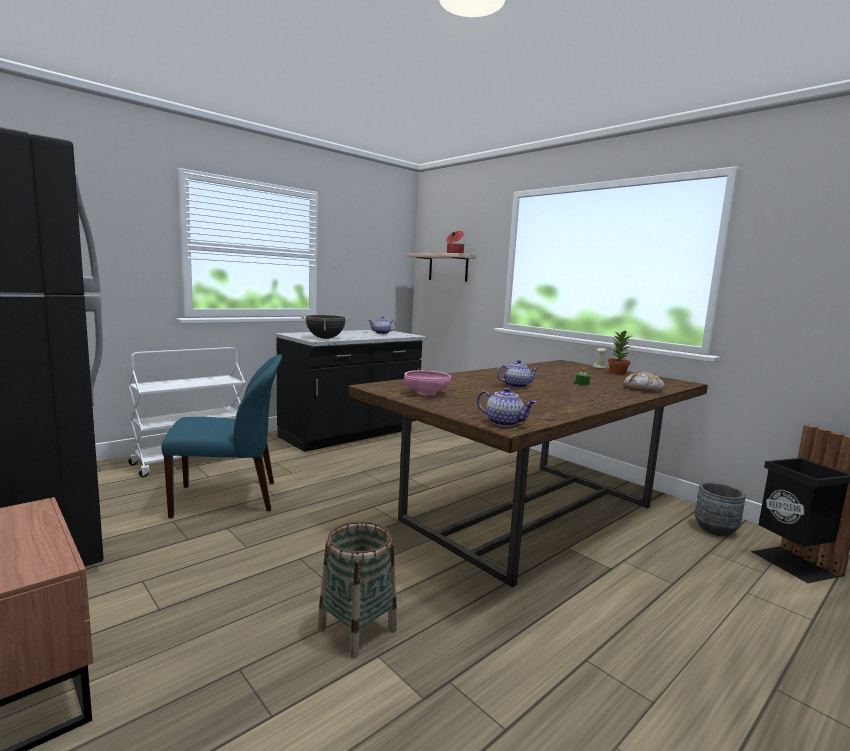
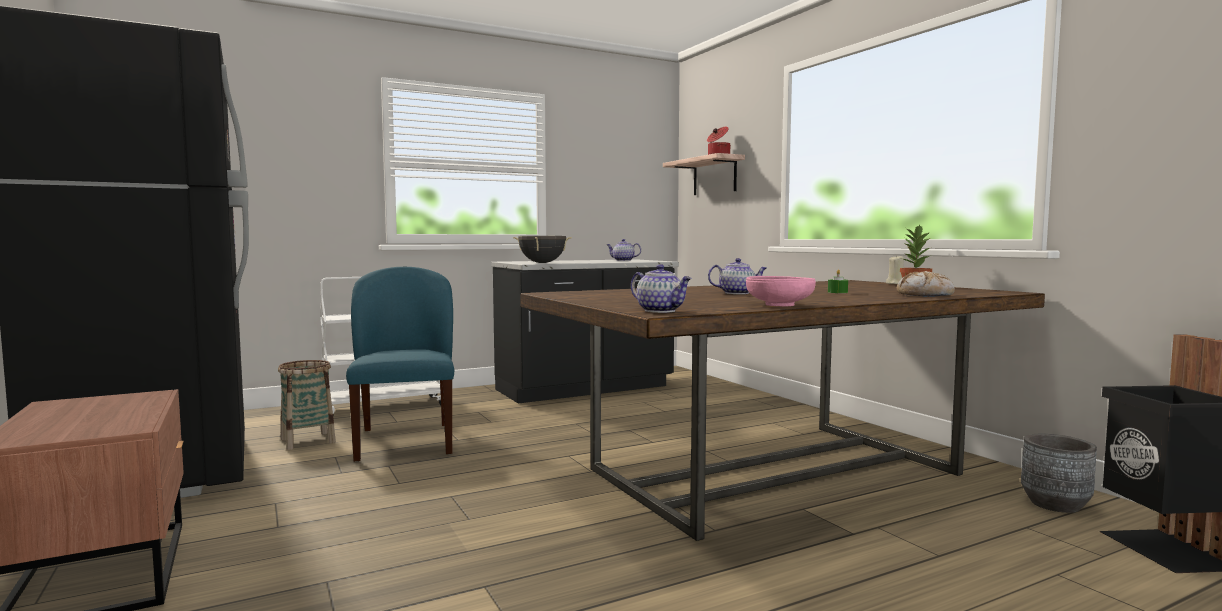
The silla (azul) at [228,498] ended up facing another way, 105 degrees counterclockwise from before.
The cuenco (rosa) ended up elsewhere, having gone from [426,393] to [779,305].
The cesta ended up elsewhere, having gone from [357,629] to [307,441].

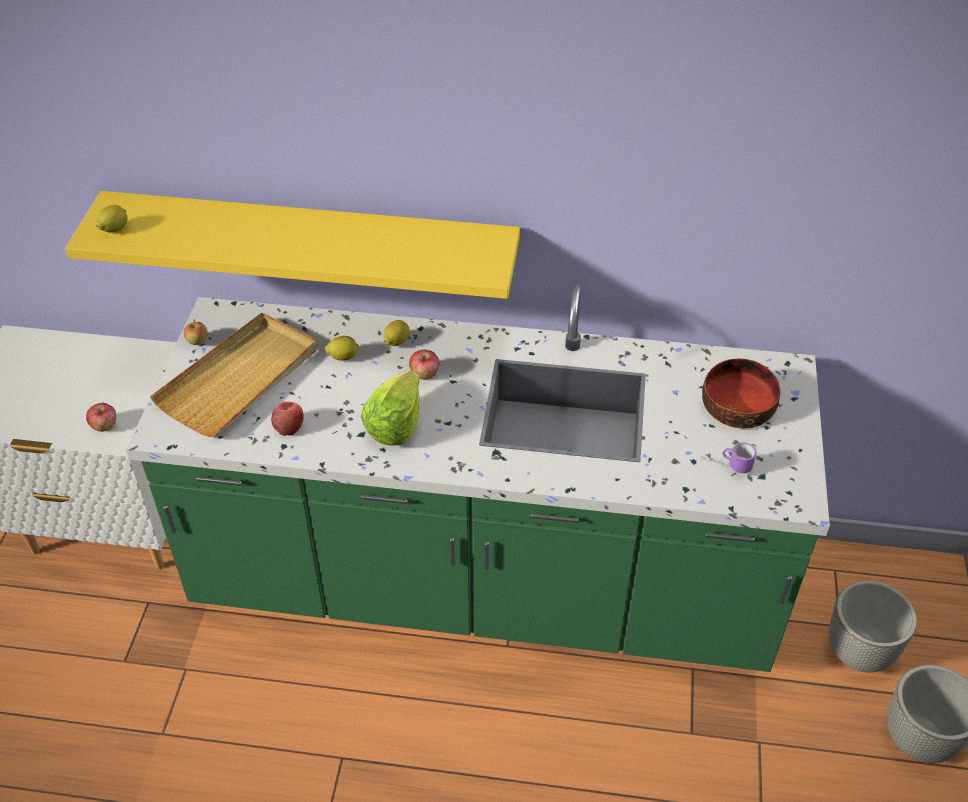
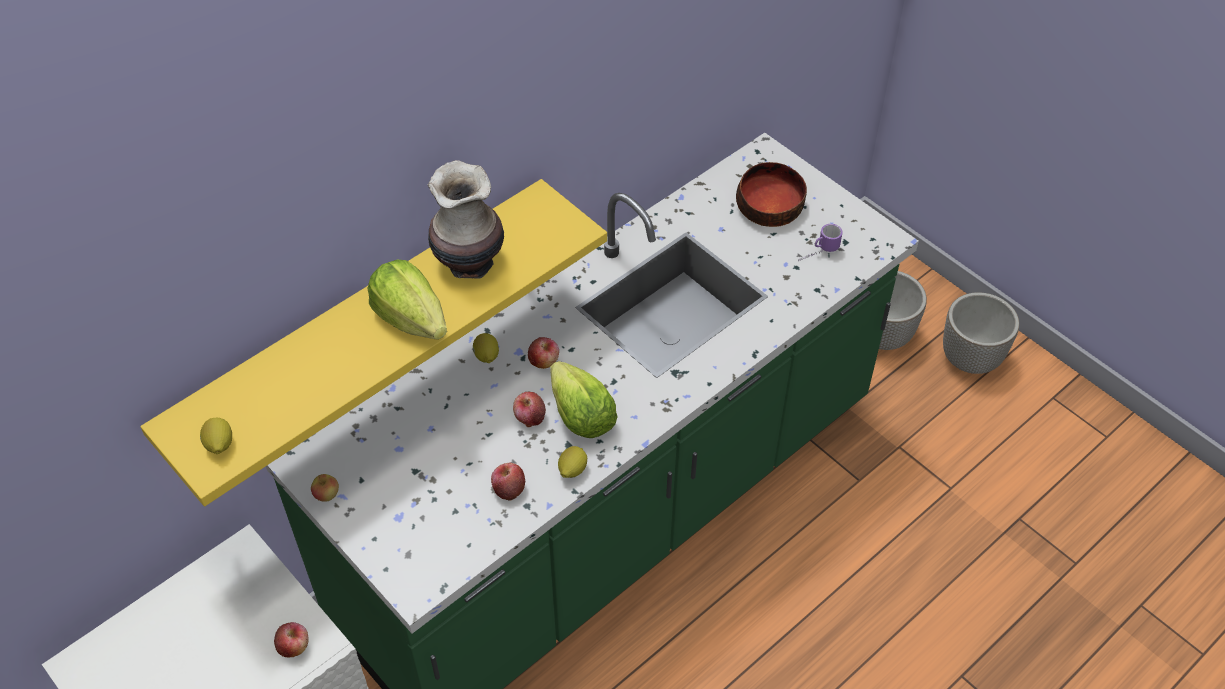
The second view lost the bandeja (beis) at [240,378].
The limón ended up elsewhere, having gone from [343,357] to [572,470].
The second view gained the florero at [469,263].
The second view gained the lechuga at [411,319].
The second view gained the manzana at [530,417].

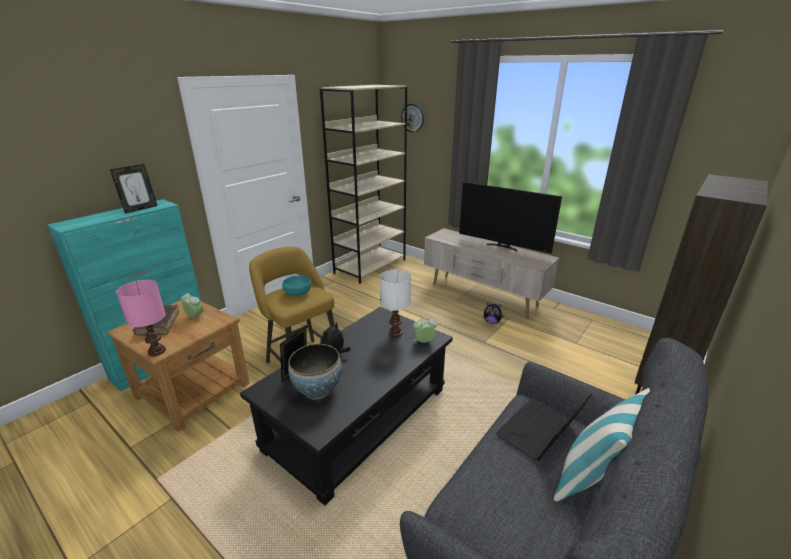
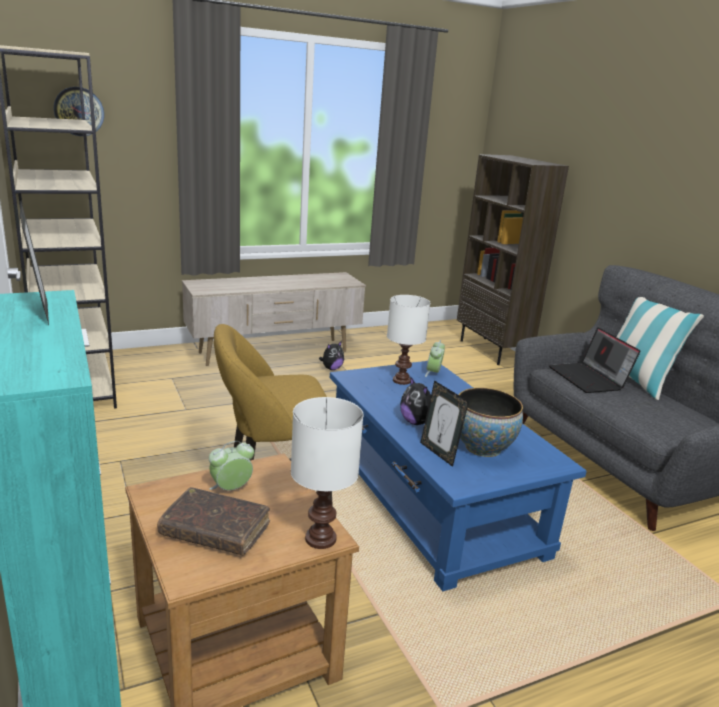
The second view lost the televisor at [503,247].
The second view lost the cuenco (turquesa) at [298,292].
What was the lámpara de mesa (rosa) at [156,351] turned into the lámpara de mesa (blanco) at [322,539].
What was the mesa de centro (negro) at [358,418] turned into the mesa de centro (azul) at [431,500].

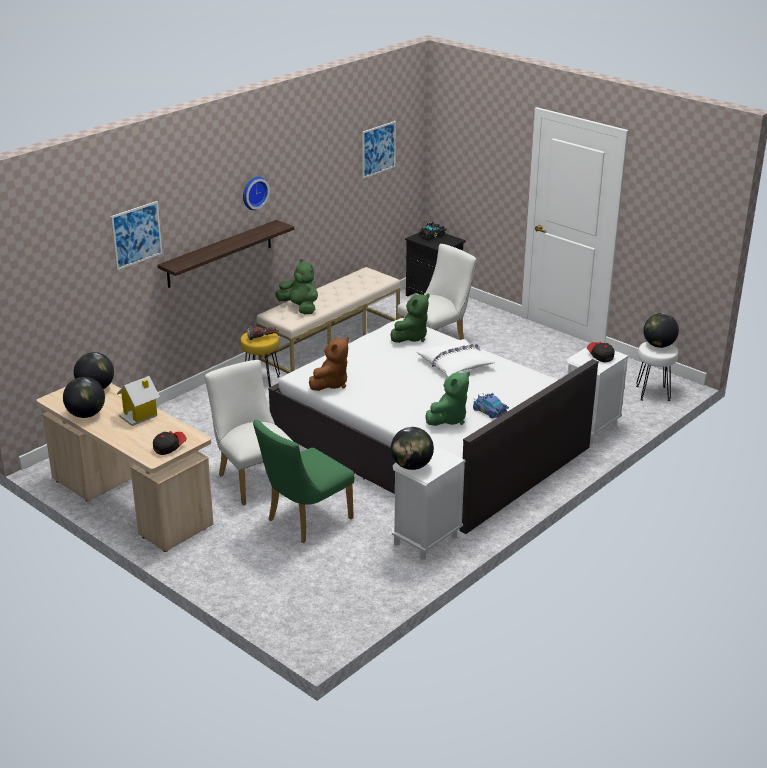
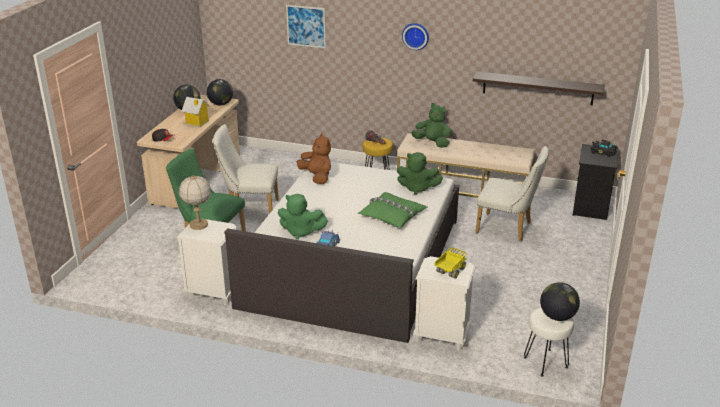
The second view lost the cuadro at [378,149].
The estante ended up elsewhere, having gone from [220,254] to [538,88].
The peluche (verde) at [300,308] ended up facing another way, 75 degrees counterclockwise from before.
The peluche (marrón) at [331,384] ended up facing another way, 135 degrees counterclockwise from before.
What was the cojín (blanco) at [455,364] turned into the cojín (verde) at [392,216].
Where the gorra stood at [600,356], the camión de juguete came to stand at [450,271].
The silla (blanco) at [252,479] ended up facing another way, 120 degrees counterclockwise from before.
Where the globo terráqueo stood at [411,466], the lámpara de mesa came to stand at [198,225].

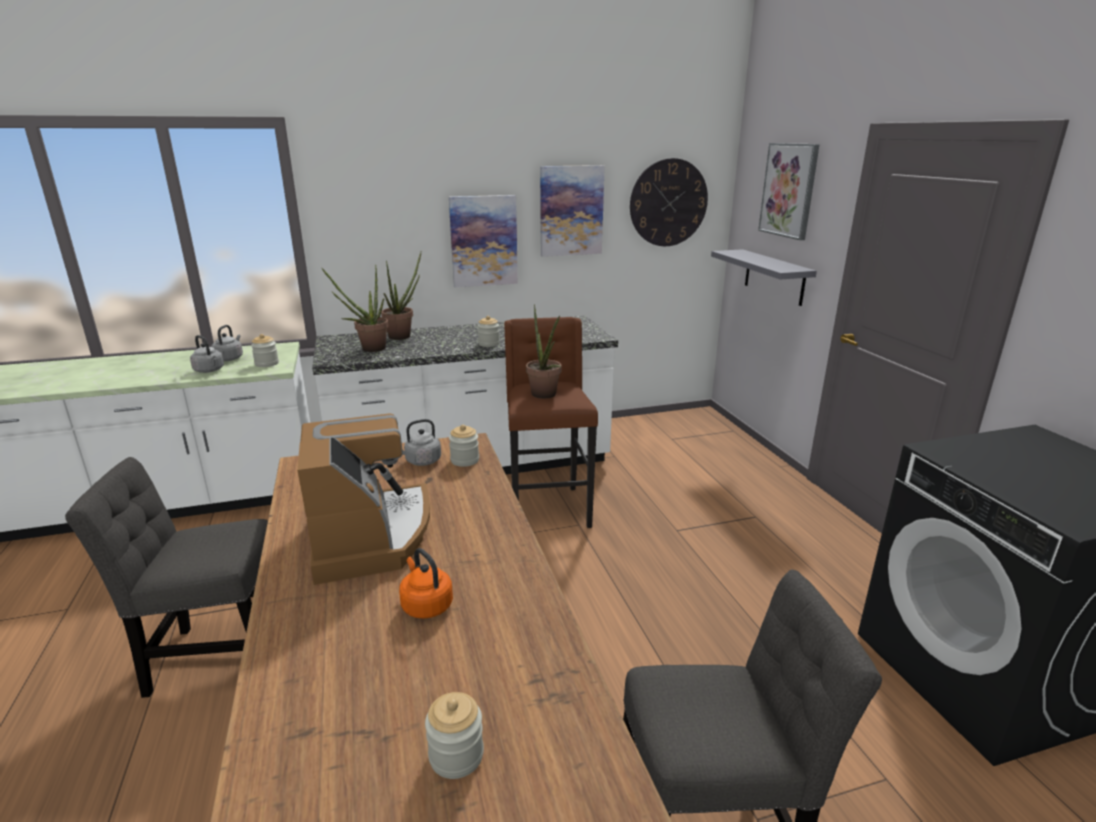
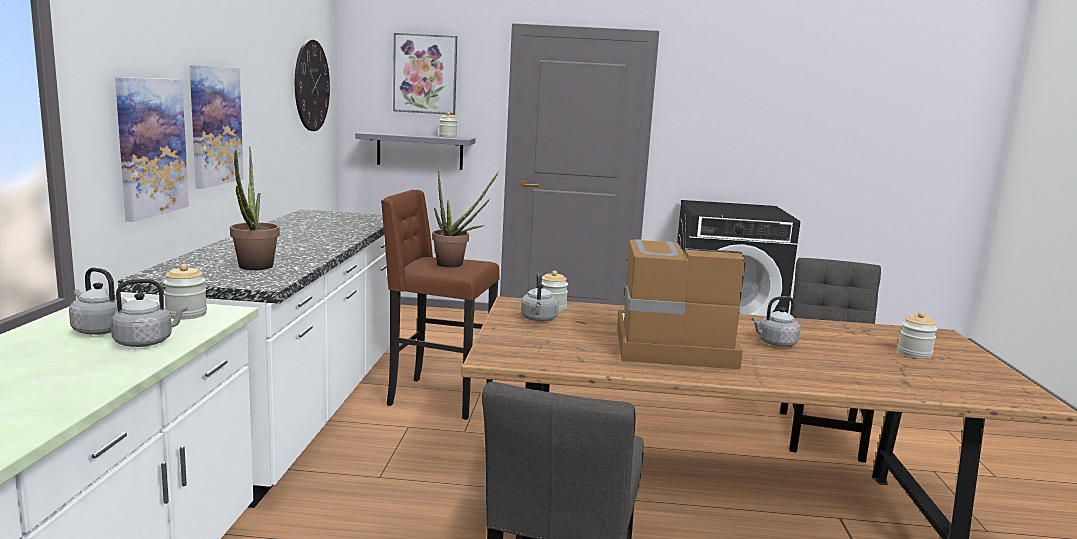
The cuadro ended up elsewhere, having gone from [571,211] to [151,147].
The second view lost the planta en maceta at [403,335].
The tarro ended up elsewhere, having gone from [489,344] to [447,137].
What was the hervidor (naranja) at [426,605] turned into the hervidor (gris) at [775,344].

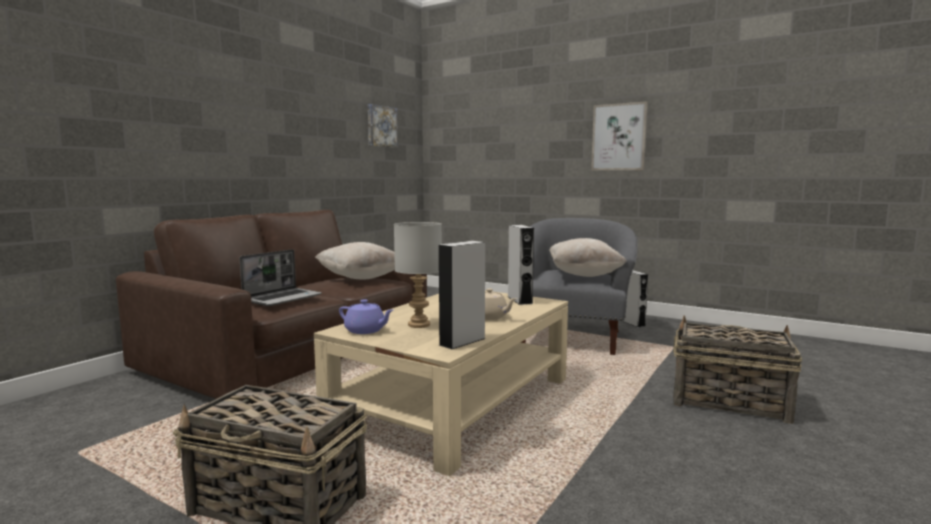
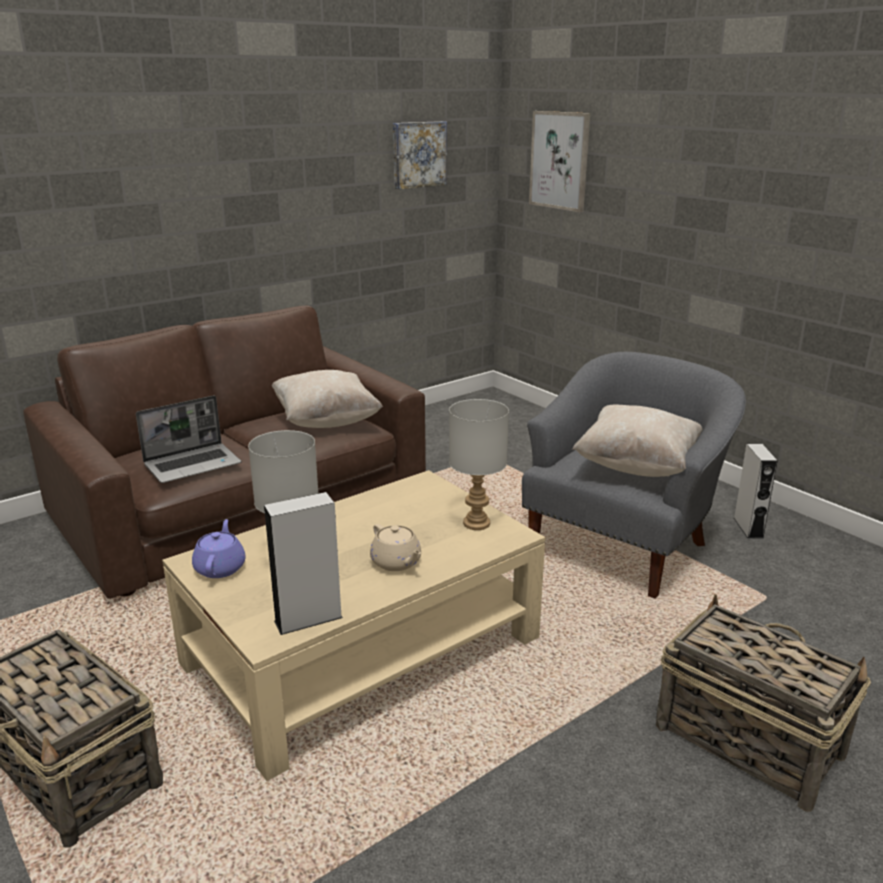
The cuadro ended up elsewhere, having gone from [619,137] to [560,160].
Where the altavoz (gris) stood at [520,300], the lámpara de mesa (gris) came to stand at [477,523].
The tetera (morado) at [366,331] ended up facing another way, 135 degrees counterclockwise from before.

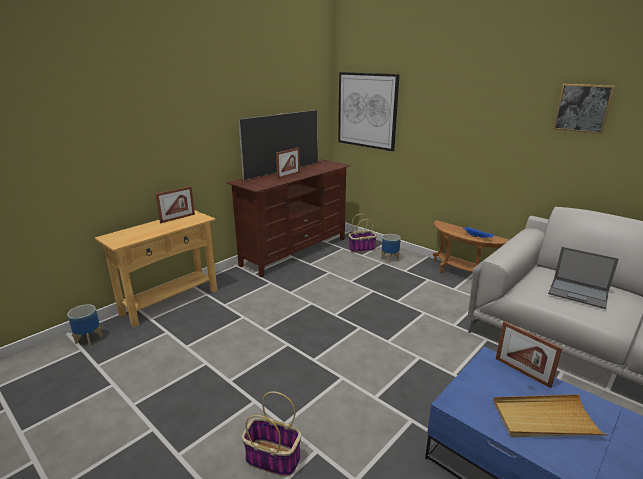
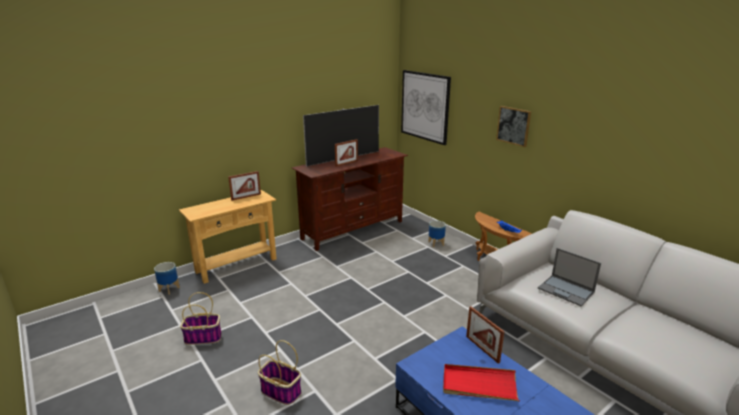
The cuadro ended up elsewhere, having gone from [582,108] to [513,126].
The cesta ended up elsewhere, having gone from [362,248] to [204,337].
What was the bandeja (beis) at [545,419] turned into the bandeja (rojo) at [479,385].

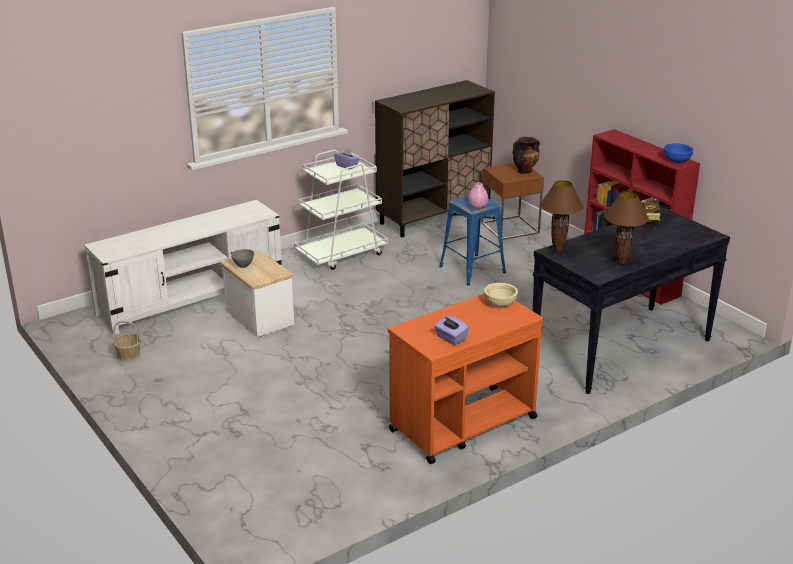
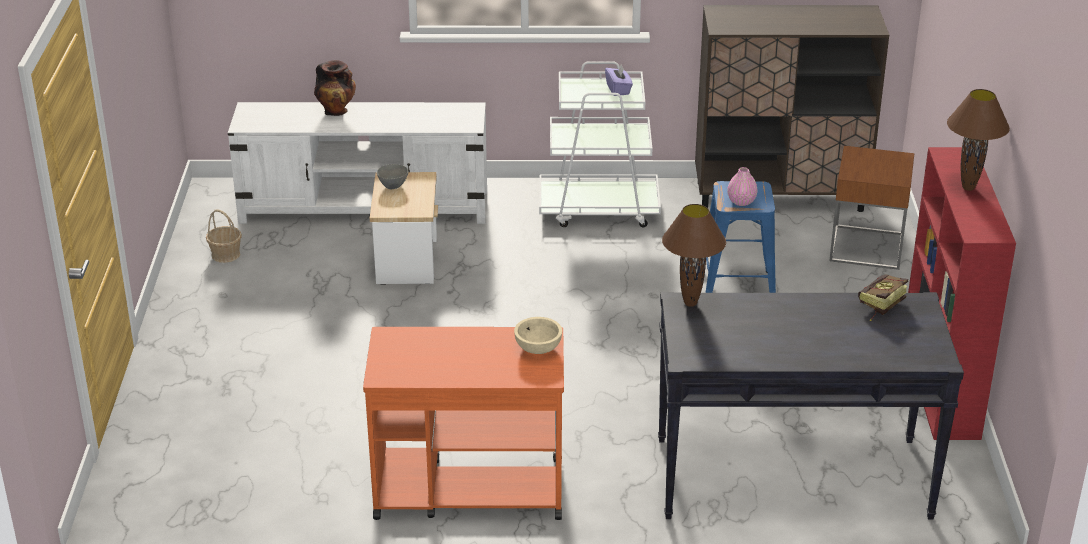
The florero ended up elsewhere, having gone from [525,171] to [337,111].
The second view lost the cuenco (azul) at [677,160].
The lámpara de mesa (marrón) ended up elsewhere, having gone from [620,263] to [967,187].
The second view lost the caja de pañuelos (morado) at [451,338].

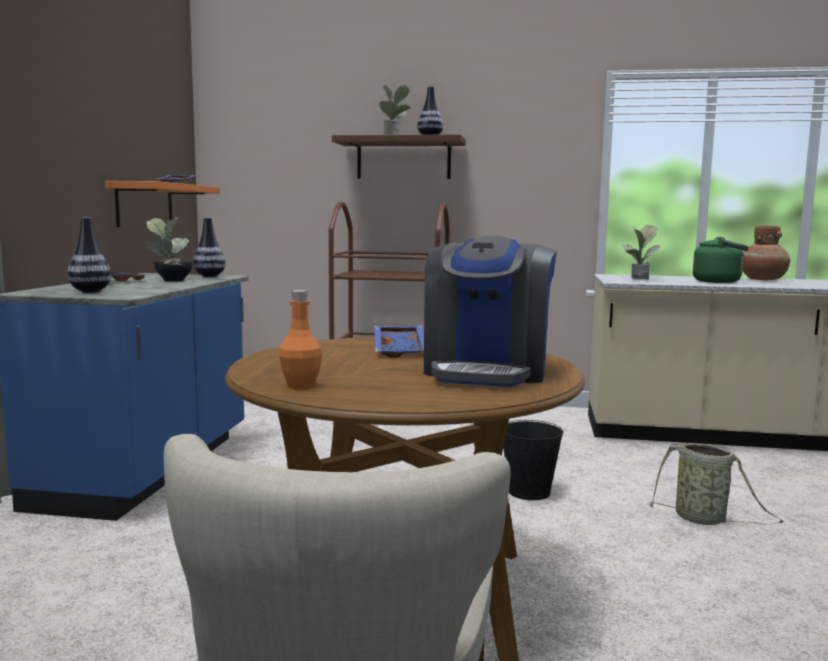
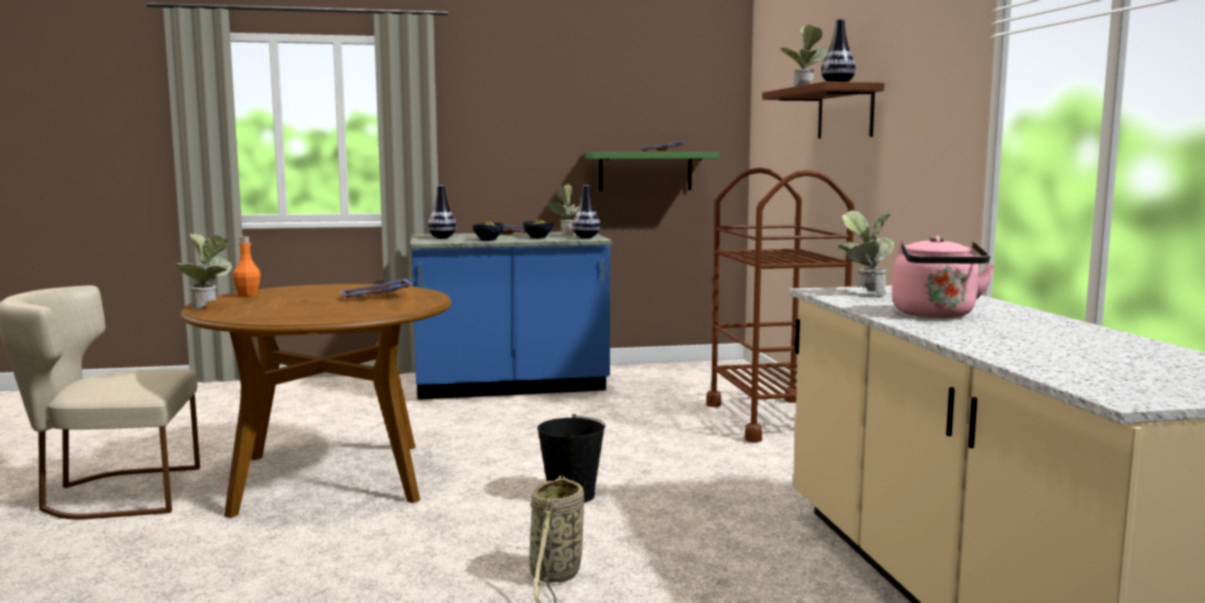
What was the estante (naranja) at [144,205] turned into the estante (verde) at [645,171].
The second view lost the florero (marrón) at [763,280].
The second view lost the cafetera at [487,371].
What was the hervidor (verde) at [720,282] turned into the hervidor (rosa) at [936,315].
The second view gained the cuenco at [489,239].
The second view gained the planta en maceta at [209,308].

